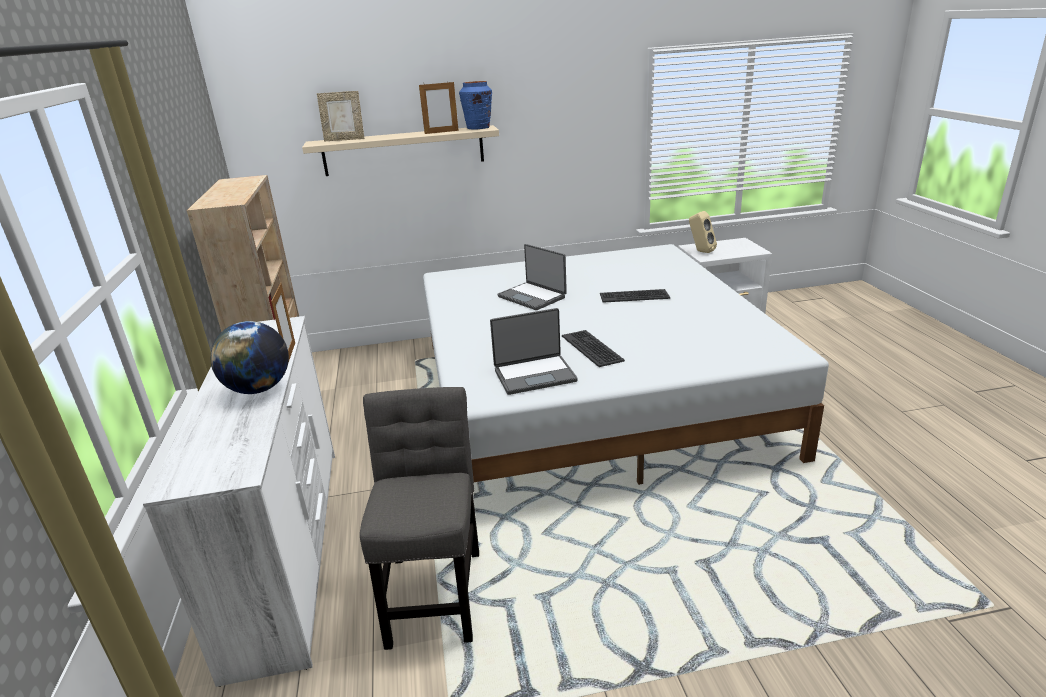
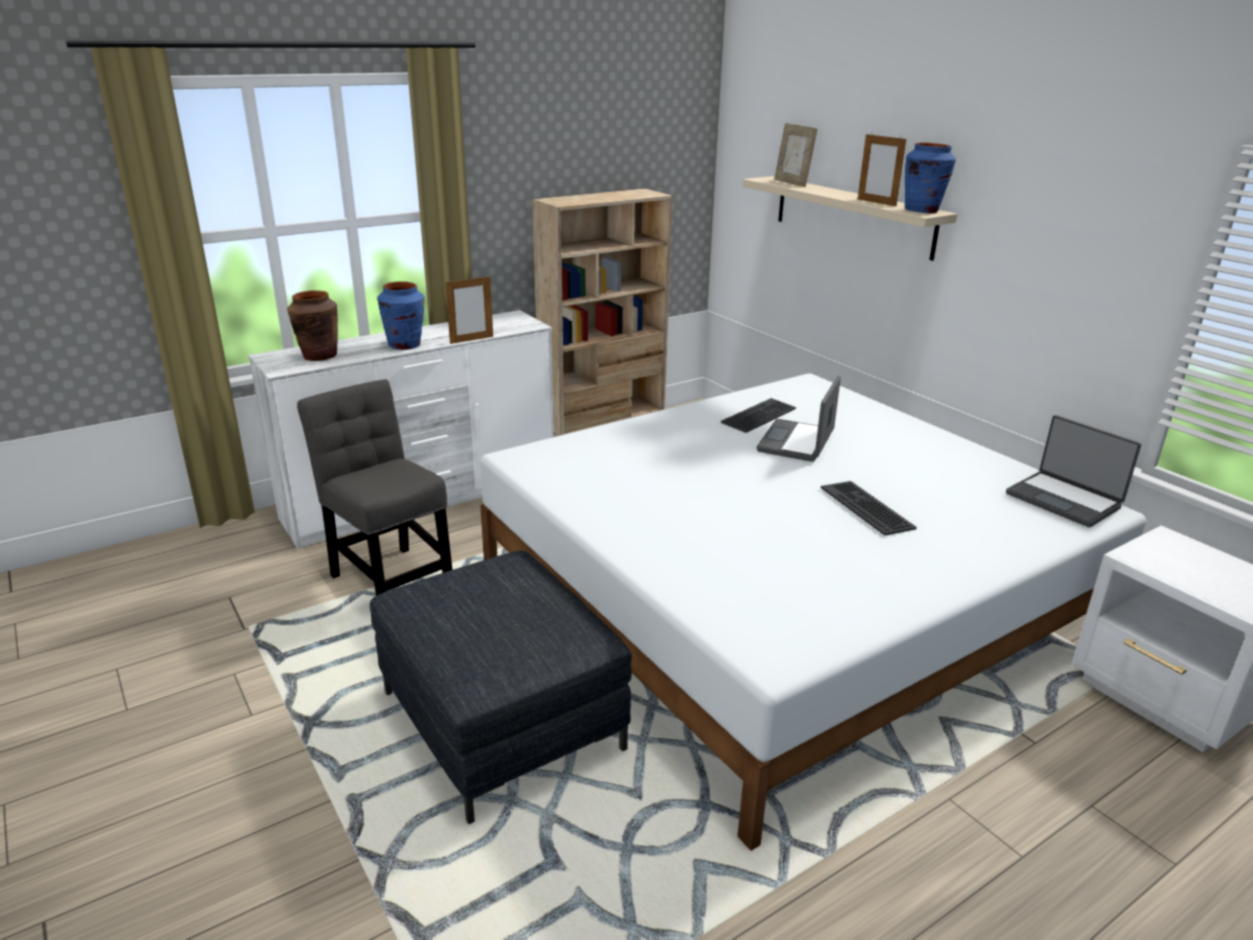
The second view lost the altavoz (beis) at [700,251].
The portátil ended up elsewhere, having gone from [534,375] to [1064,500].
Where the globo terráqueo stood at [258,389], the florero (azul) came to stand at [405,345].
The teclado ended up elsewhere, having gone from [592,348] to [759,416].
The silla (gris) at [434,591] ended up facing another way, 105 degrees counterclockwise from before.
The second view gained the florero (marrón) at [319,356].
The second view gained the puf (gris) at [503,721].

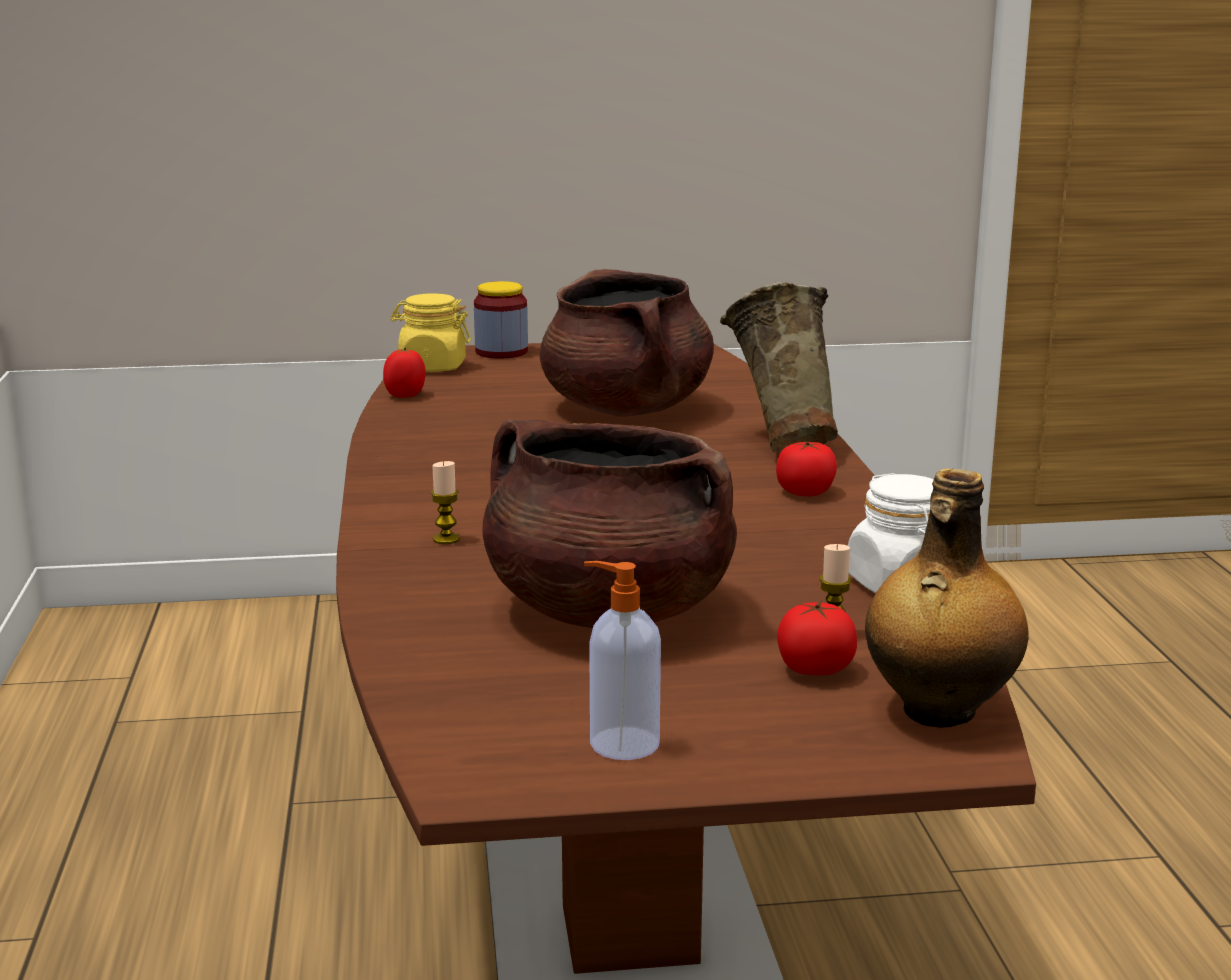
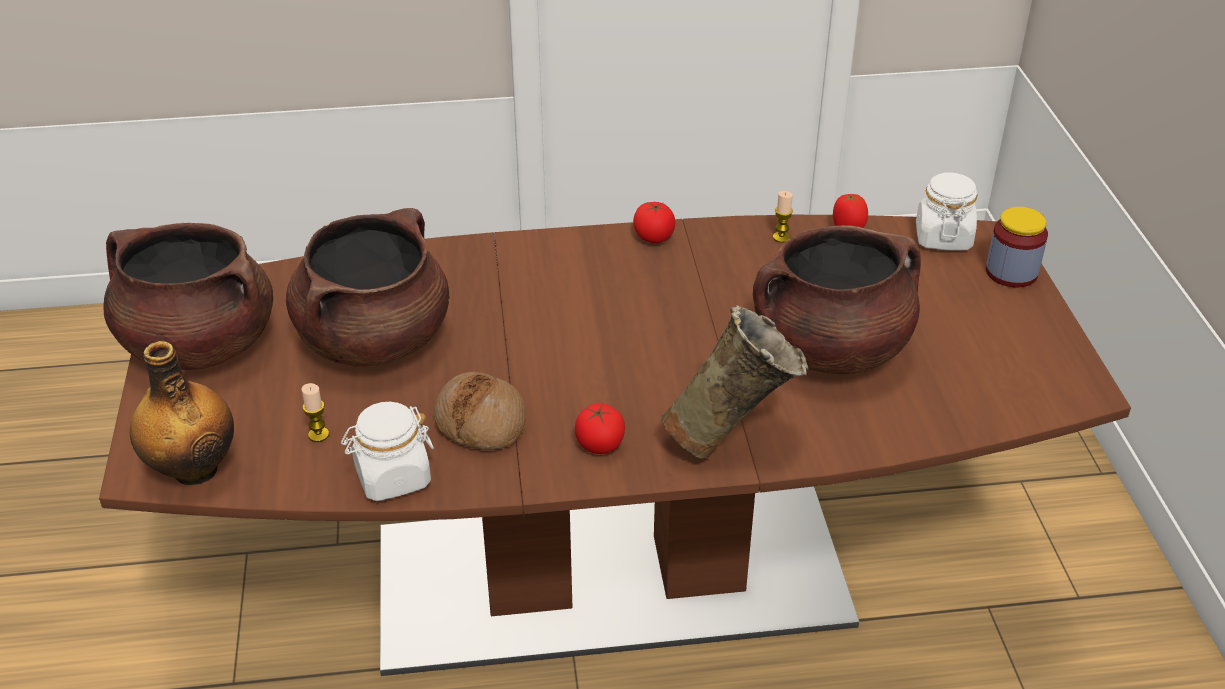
What was the tarro (amarillo) at [432,367] turned into the tarro (blanco) at [943,237].
The vela ended up elsewhere, having gone from [446,539] to [781,237].
Where the dispensador de jabón stood at [621,743], the olla (marrón) came to stand at [198,345].
The tomate ended up elsewhere, having gone from [815,670] to [653,237].
The second view gained the pan at [481,421].

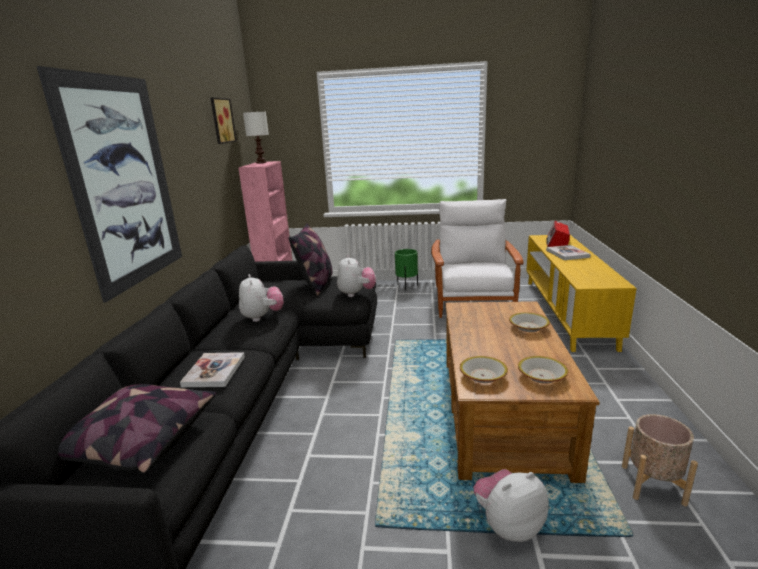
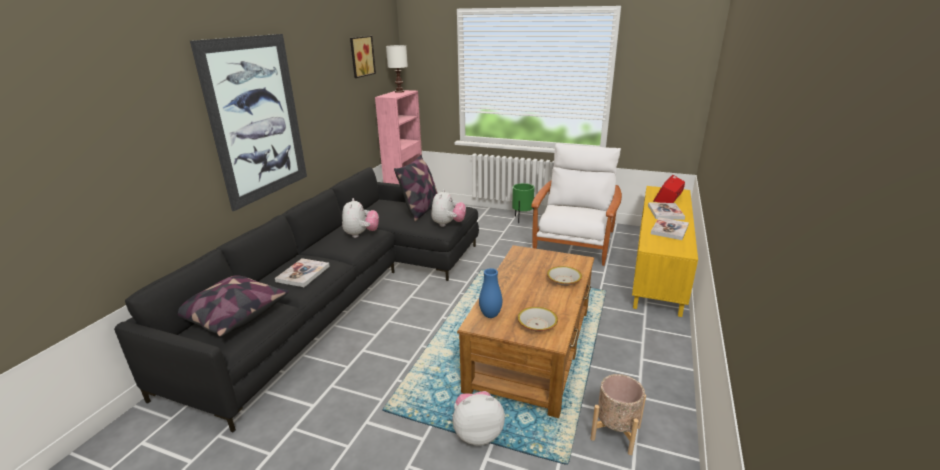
Where the cuenco stood at [482,376], the florero (azul) came to stand at [490,315].
The second view gained the libro at [669,230].

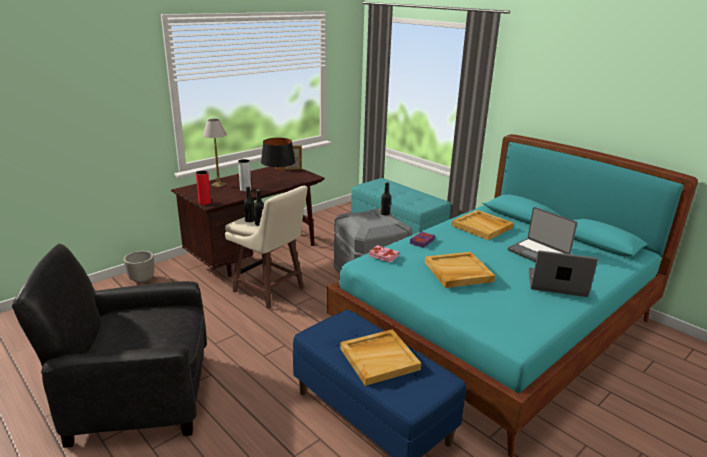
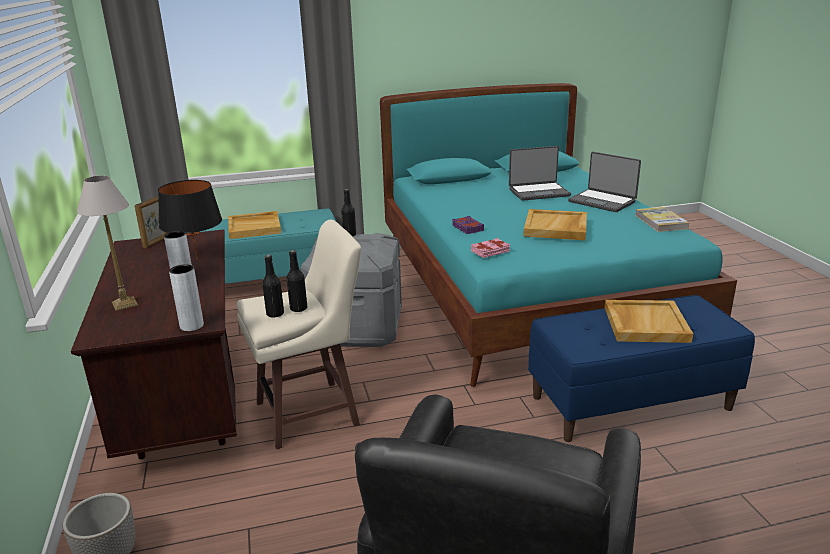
What was the florero (rojo) at [204,202] turned into the florero (gris) at [192,326].
The bandeja (beis) ended up elsewhere, having gone from [482,227] to [255,227].
The portátil at [557,284] ended up facing another way, 90 degrees counterclockwise from before.
The second view gained the libro at [661,222].

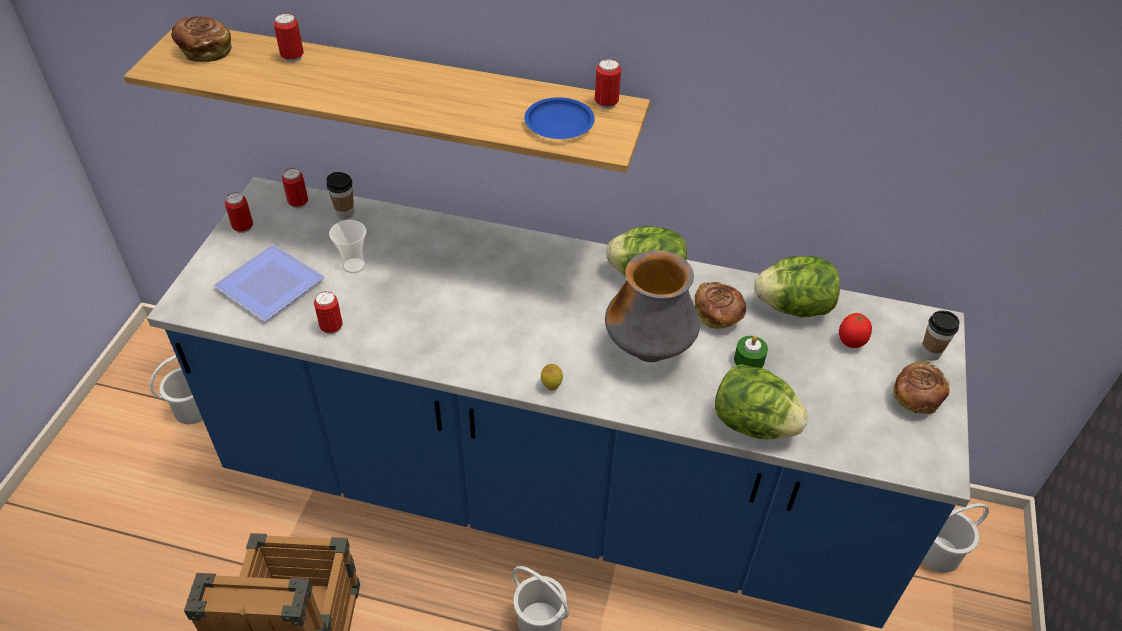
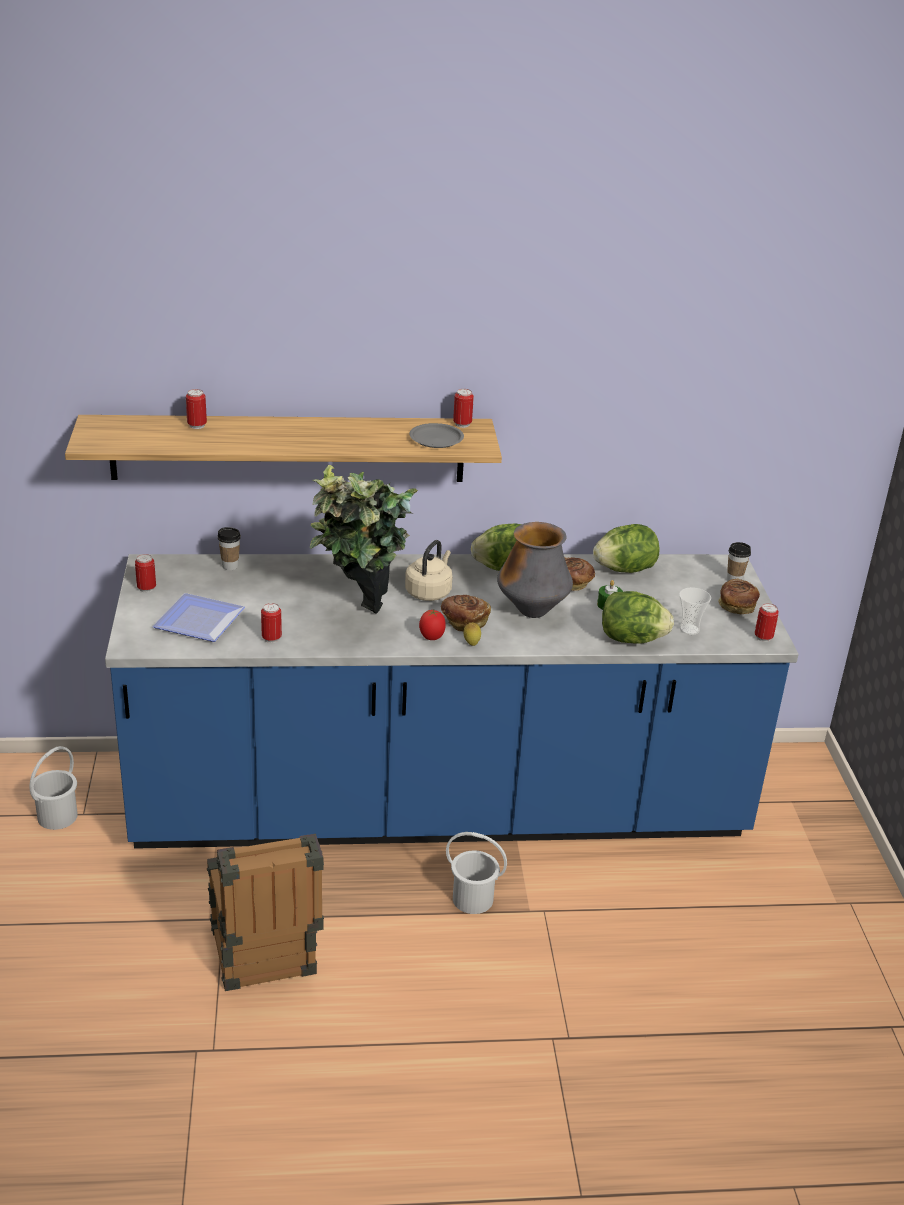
The pan ended up elsewhere, having gone from [205,50] to [464,621].
What was the plato (azul) at [558,123] turned into the plato (gris) at [435,439].
The lata ended up elsewhere, having gone from [298,203] to [763,637].
The taza ended up elsewhere, having gone from [354,266] to [689,630].
The tomate ended up elsewhere, having gone from [851,343] to [432,637].
The second view lost the cubo (blanco) at [939,554].
The second view gained the planta en maceta at [358,622].
The second view gained the hervidor (beis) at [429,592].

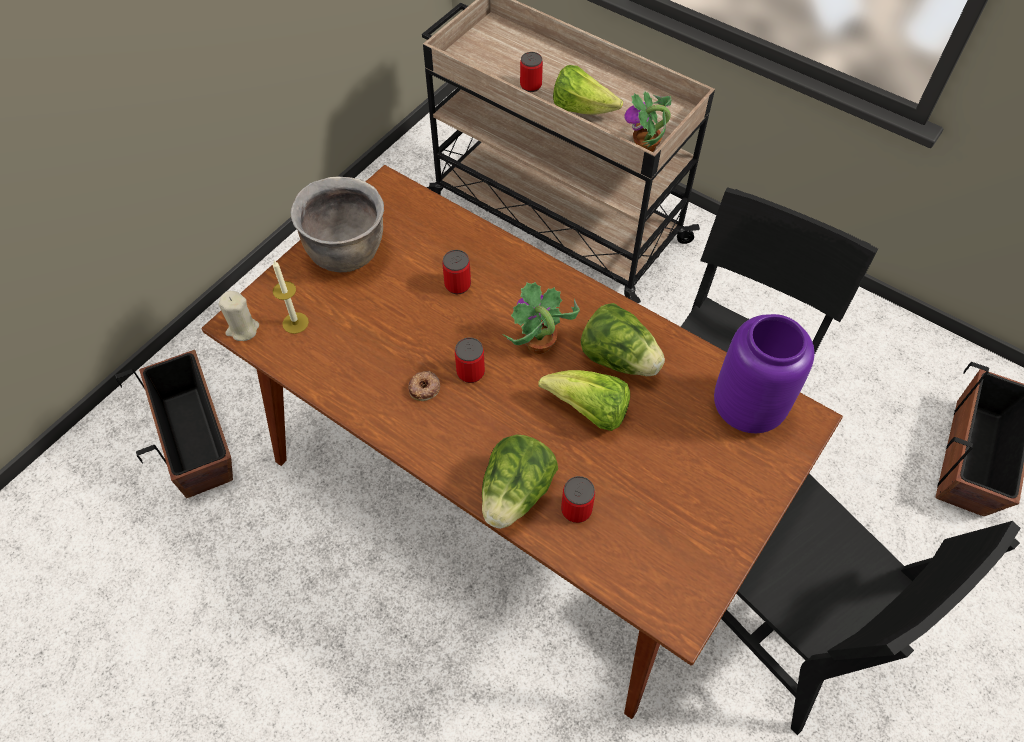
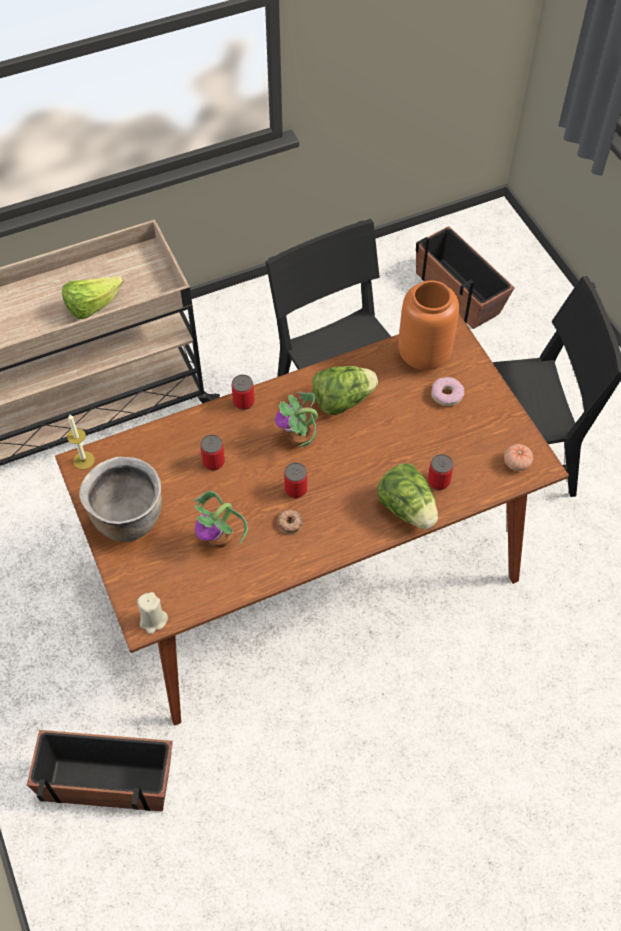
The lata ended up elsewhere, having gone from [530,85] to [243,402].
The planta en maceta ended up elsewhere, having gone from [645,147] to [221,539].
The vela ended up elsewhere, having gone from [295,323] to [84,460].
What was the florero (morado) at [747,407] turned into the florero (naranja) at [423,354].
The second view lost the lechuga at [589,411].
The second view gained the rosquilla at [447,395].
The second view gained the tomate at [517,463].

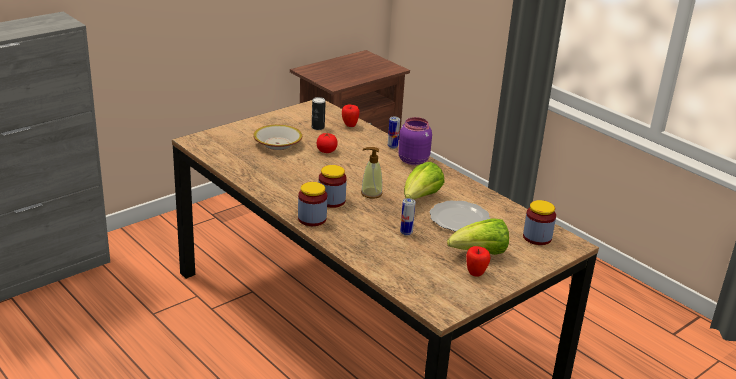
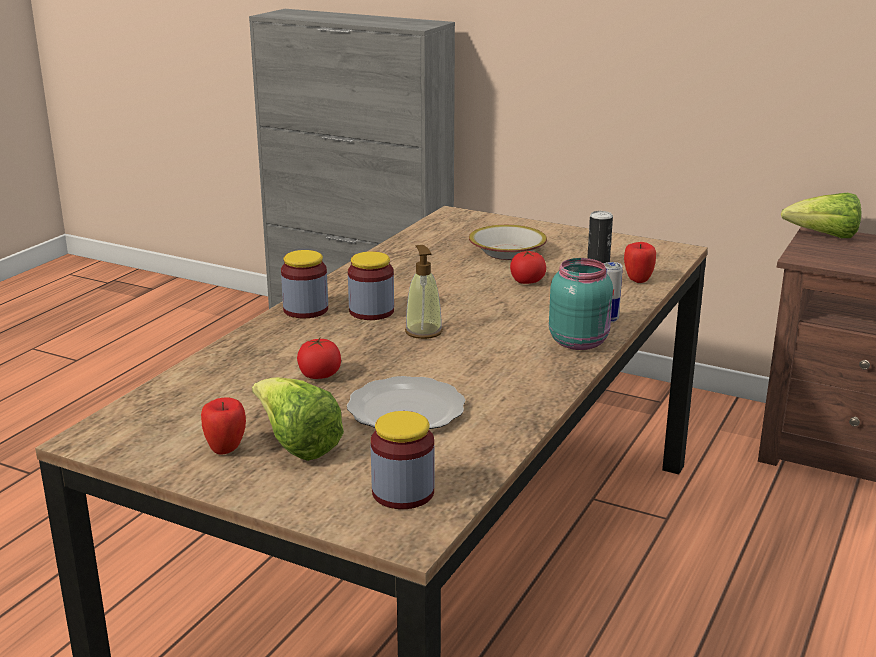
What was the tarro (morado) at [413,160] turned into the tarro (turquesa) at [580,341].
The lechuga ended up elsewhere, having gone from [420,198] to [823,236].
Where the lata stood at [406,233], the tomate came to stand at [319,375].

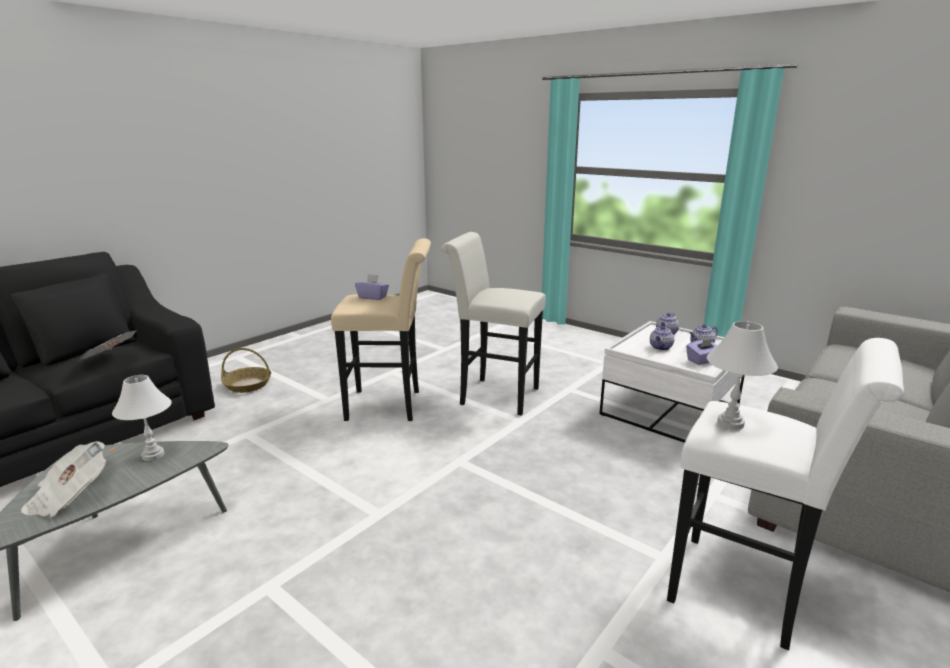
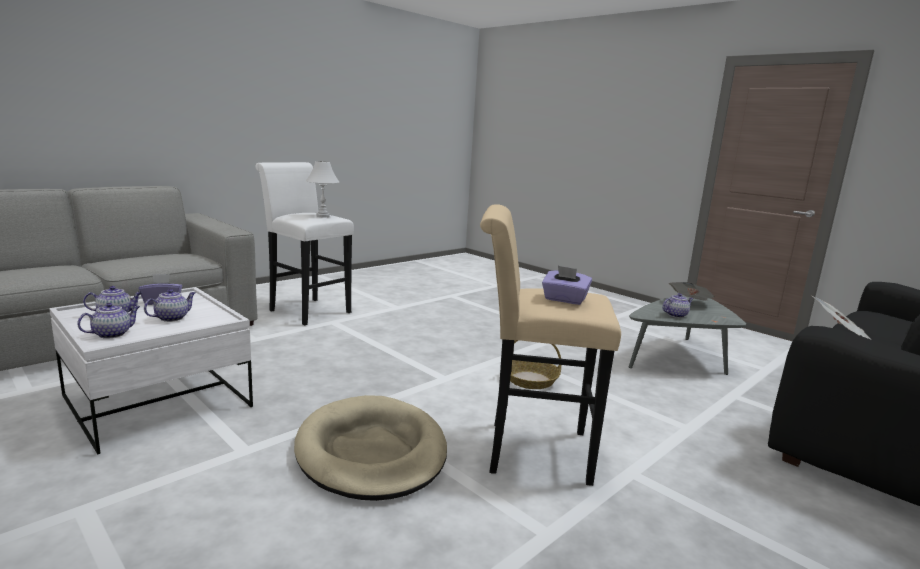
Where the taburete (blanco) stood at [493,395], the cama para perro (beis) came to stand at [371,452].
The cesta ended up elsewhere, having gone from [248,385] to [530,380].
Where the lámpara de mesa (blanco) stood at [153,455], the tetera came to stand at [676,315].

